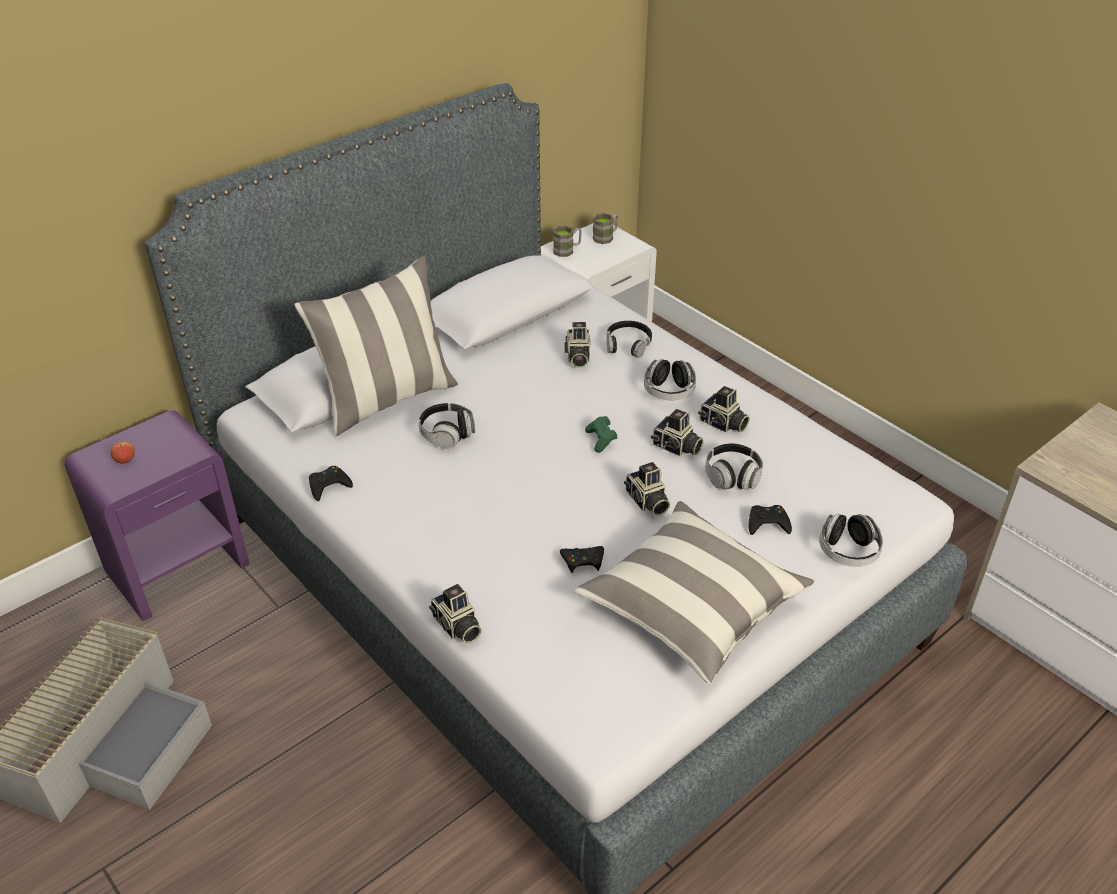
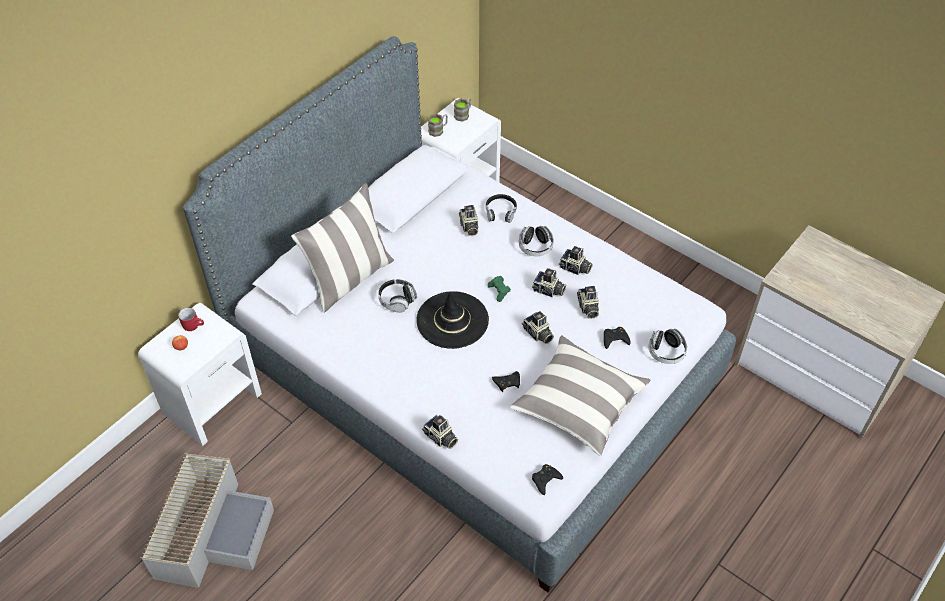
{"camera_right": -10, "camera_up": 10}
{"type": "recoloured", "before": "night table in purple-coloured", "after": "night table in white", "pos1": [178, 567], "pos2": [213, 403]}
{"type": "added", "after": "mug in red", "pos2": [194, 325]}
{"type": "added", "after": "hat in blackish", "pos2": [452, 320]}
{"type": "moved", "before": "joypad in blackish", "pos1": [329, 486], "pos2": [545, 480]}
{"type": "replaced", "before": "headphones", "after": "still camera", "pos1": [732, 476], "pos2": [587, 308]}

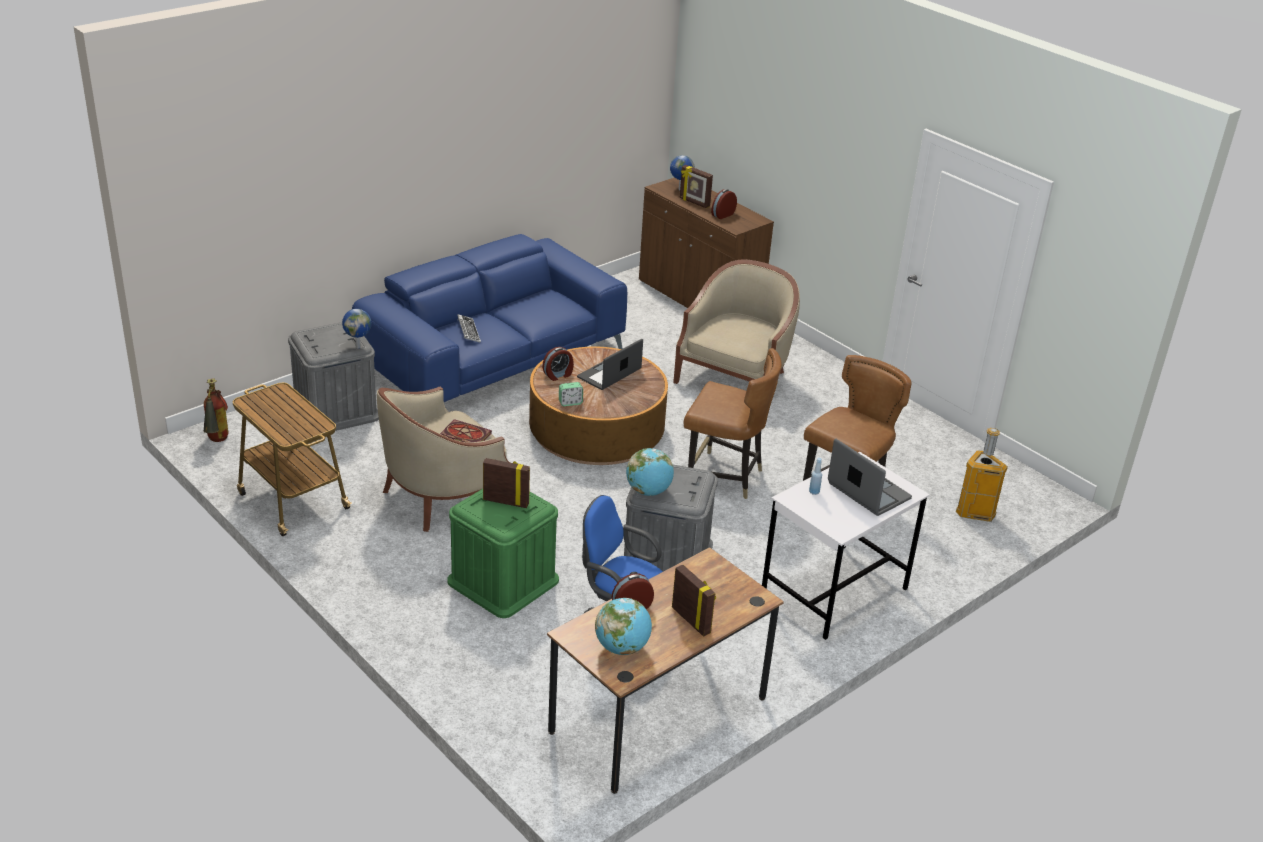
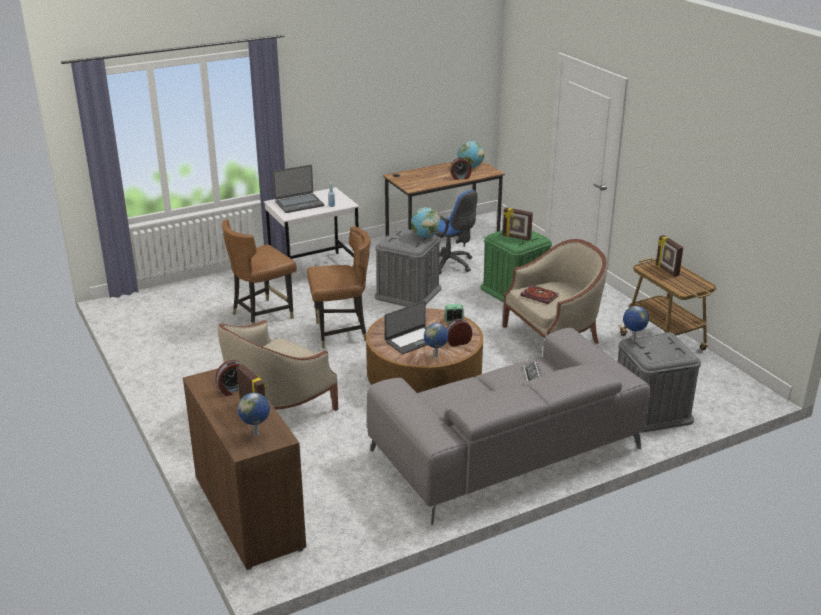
{"camera_right": -165, "camera_up": -5}
{"type": "turned", "before": "laptop", "pos1": [868, 492], "pos2": [299, 204], "turn": -90}
{"type": "turned", "before": "upright chair in brown", "pos1": [724, 477], "pos2": [341, 333], "turn": 135}
{"type": "recoloured", "before": "settee in bluish", "after": "settee in greyish", "pos1": [492, 359], "pos2": [505, 450]}
{"type": "added", "after": "world globe", "pos2": [436, 356]}
{"type": "moved", "before": "picture frame", "pos1": [691, 620], "pos2": [666, 270]}
{"type": "removed", "before": "extinguisher", "pos1": [217, 442]}
{"type": "removed", "before": "waste bin", "pos1": [975, 513]}

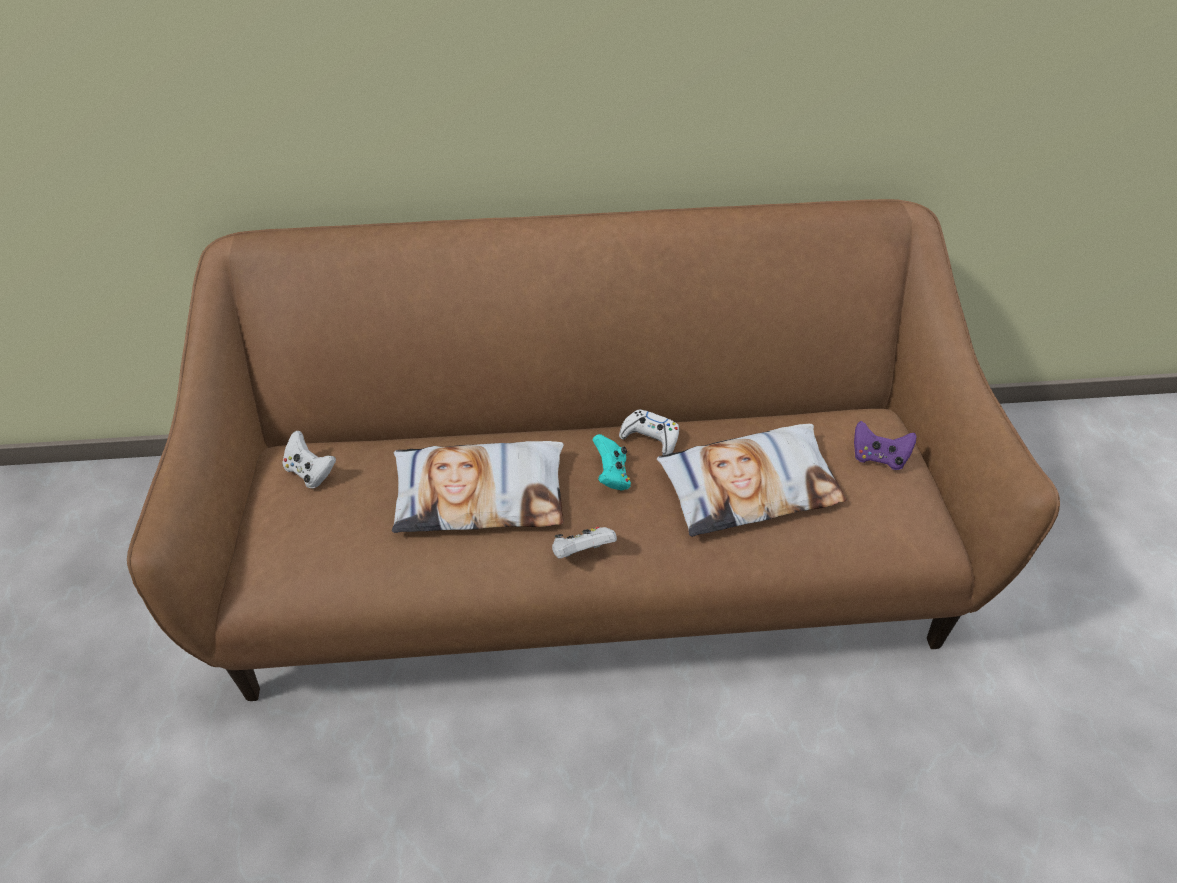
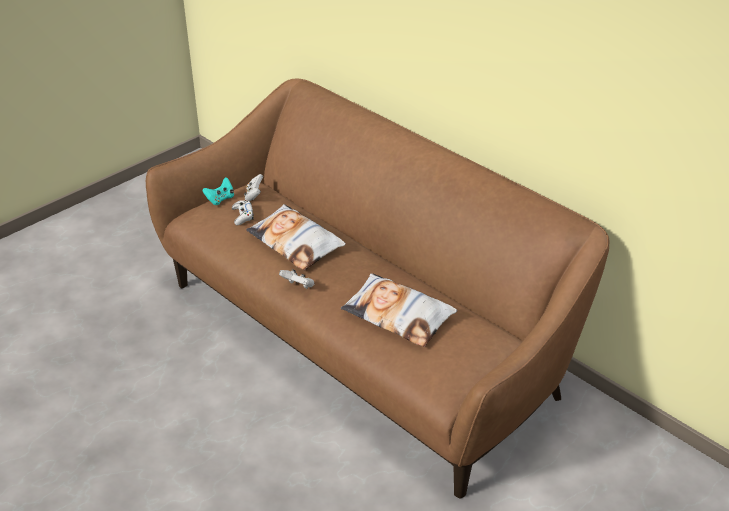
{"camera_right": 50, "camera_up": -10}
{"type": "moved", "before": "joypad in turquoise", "pos1": [612, 475], "pos2": [220, 199]}
{"type": "moved", "before": "joypad in white", "pos1": [650, 437], "pos2": [243, 216]}
{"type": "removed", "before": "joypad in purple-coloured", "pos1": [878, 457]}

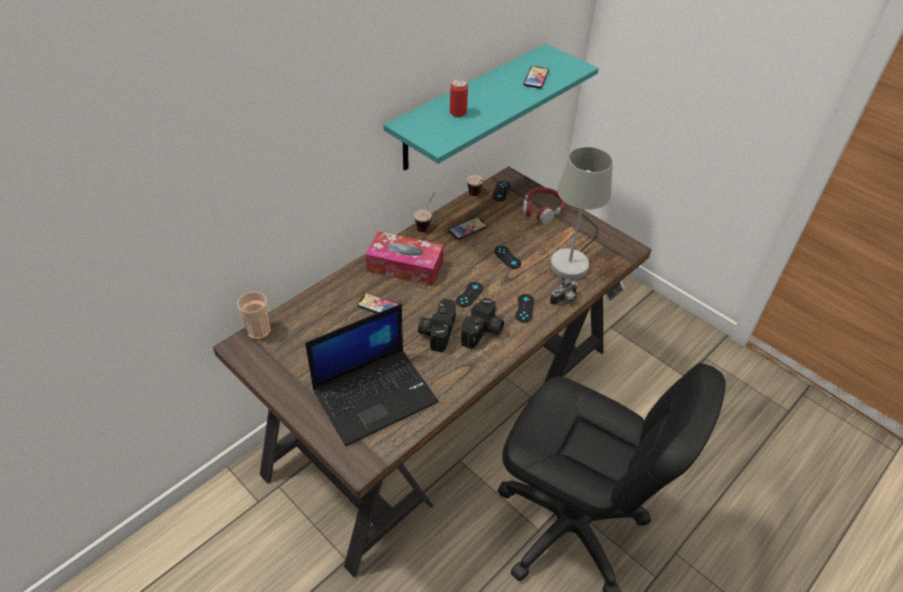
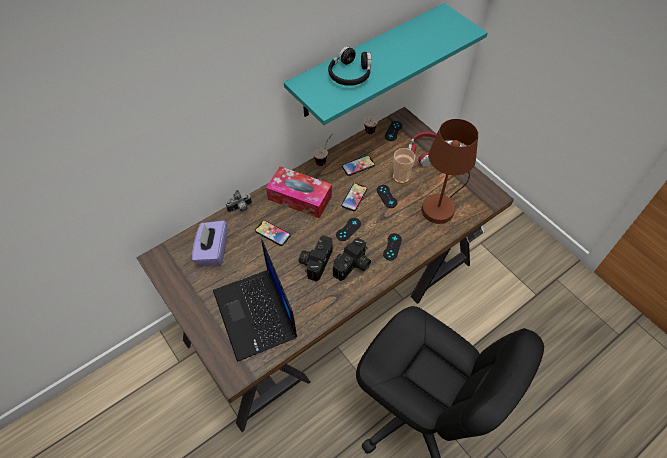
{"camera_right": 10, "camera_up": 10}
{"type": "added", "after": "tissue box in purple-coloured", "pos2": [212, 251]}
{"type": "turned", "before": "laptop", "pos1": [375, 394], "pos2": [256, 314], "turn": 90}
{"type": "moved", "before": "still camera", "pos1": [564, 300], "pos2": [240, 208]}
{"type": "replaced", "before": "metal can", "after": "headphones in blackish", "pos1": [458, 112], "pos2": [350, 74]}
{"type": "moved", "before": "phone", "pos1": [536, 78], "pos2": [354, 197]}
{"type": "moved", "before": "small cup", "pos1": [259, 331], "pos2": [401, 177]}
{"type": "recoloured", "before": "tabletop lamp in greyish", "after": "tabletop lamp in brown", "pos1": [572, 259], "pos2": [442, 203]}

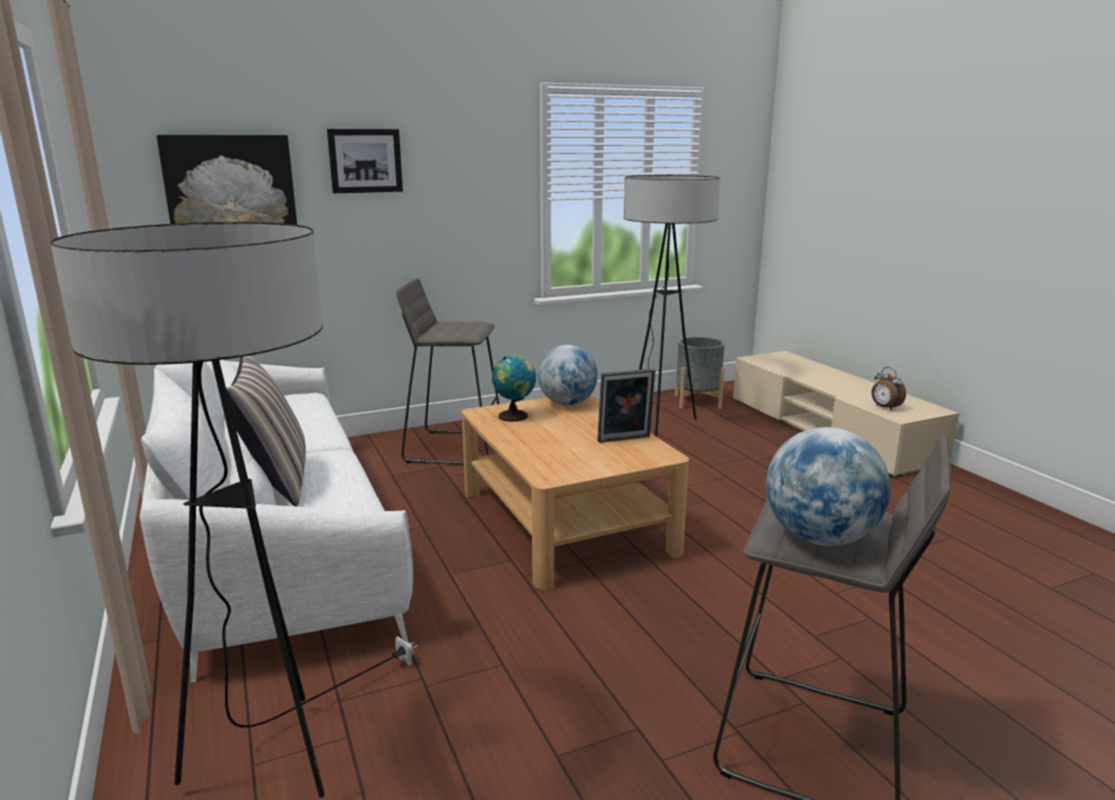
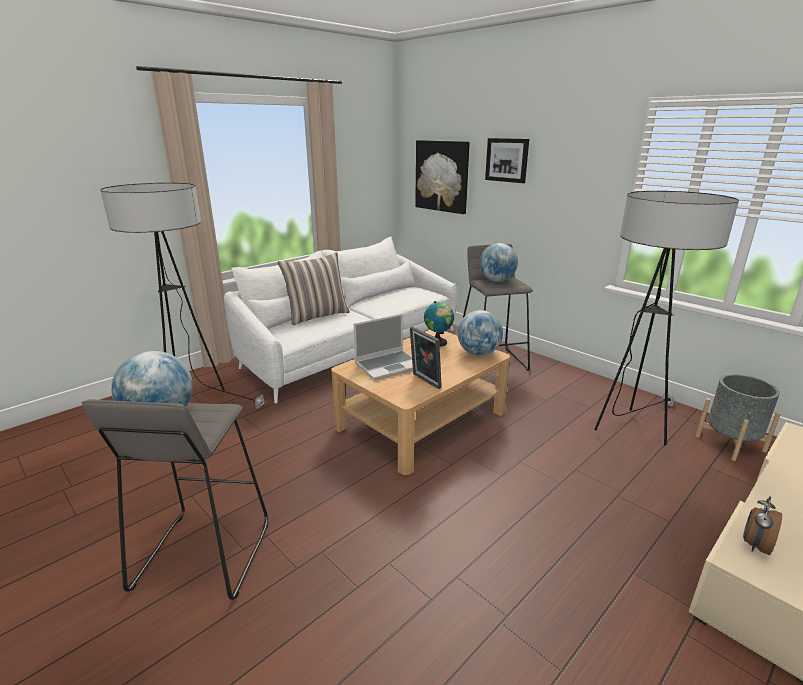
{"camera_right": 70, "camera_up": 5}
{"type": "added", "after": "laptop", "pos2": [388, 365]}
{"type": "added", "after": "world globe", "pos2": [496, 281]}

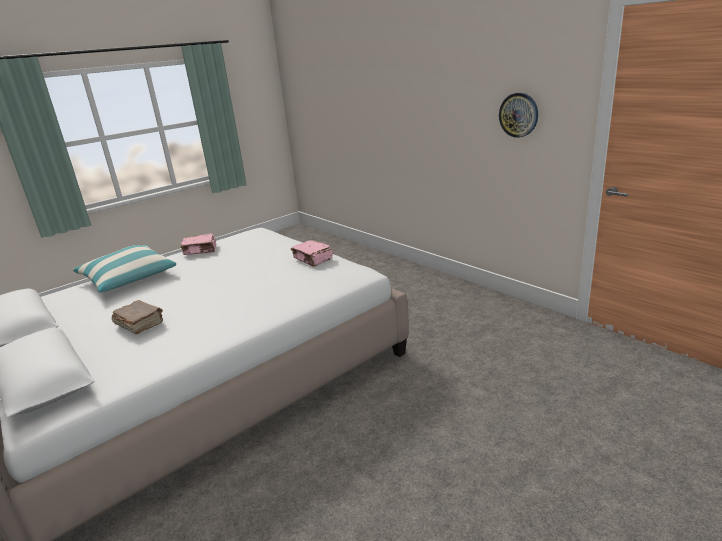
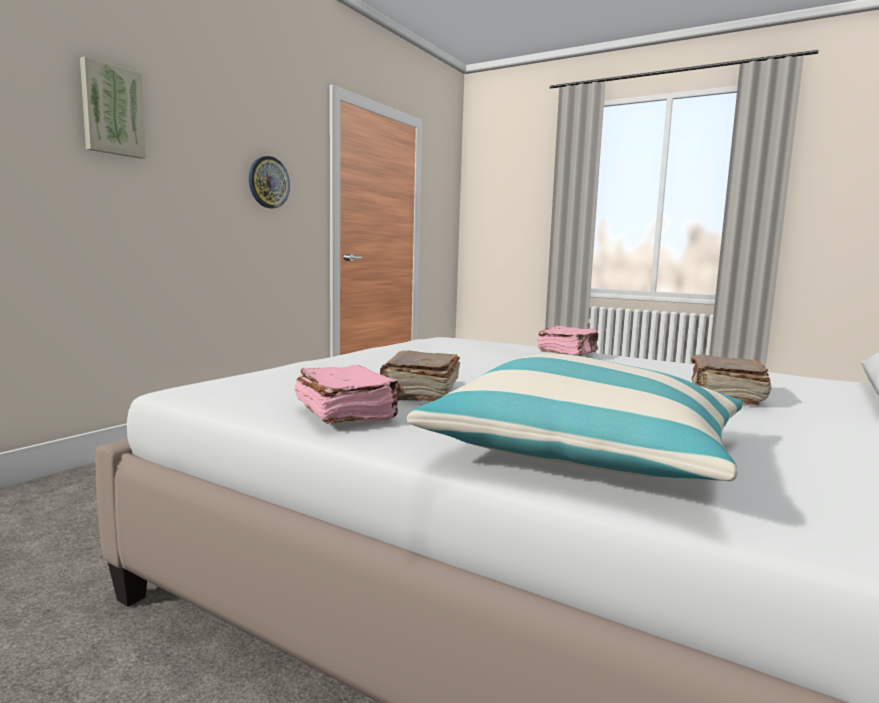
{"camera_right": -110, "camera_up": -15}
{"type": "added", "after": "picture", "pos2": [112, 110]}
{"type": "added", "after": "volume in brown", "pos2": [419, 392]}
{"type": "moved", "before": "volume in pink-coloured", "pos1": [313, 259], "pos2": [568, 353]}

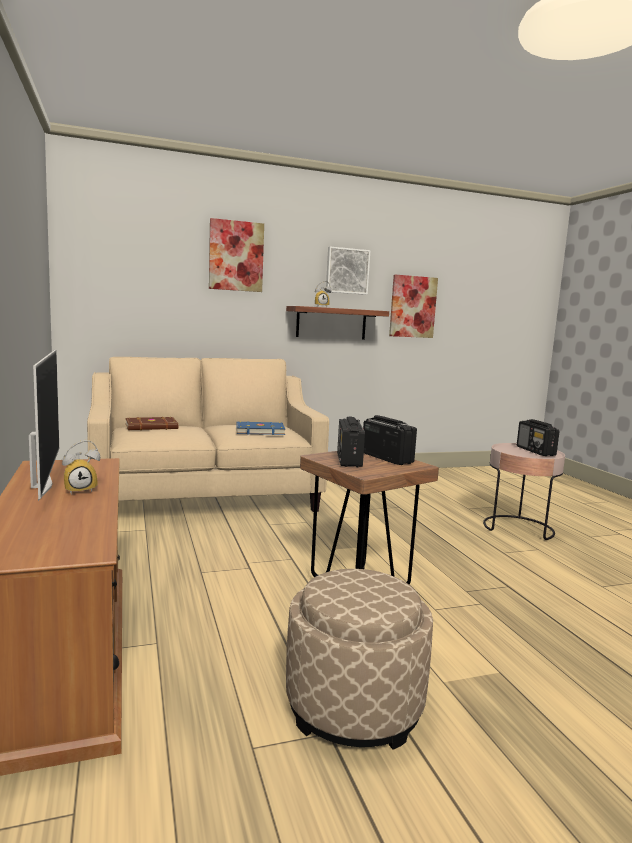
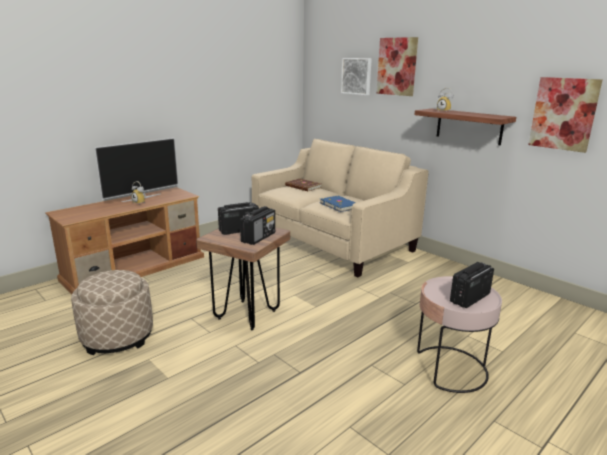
{"camera_right": 65, "camera_up": 10}
{"type": "moved", "before": "picture", "pos1": [347, 271], "pos2": [357, 76]}

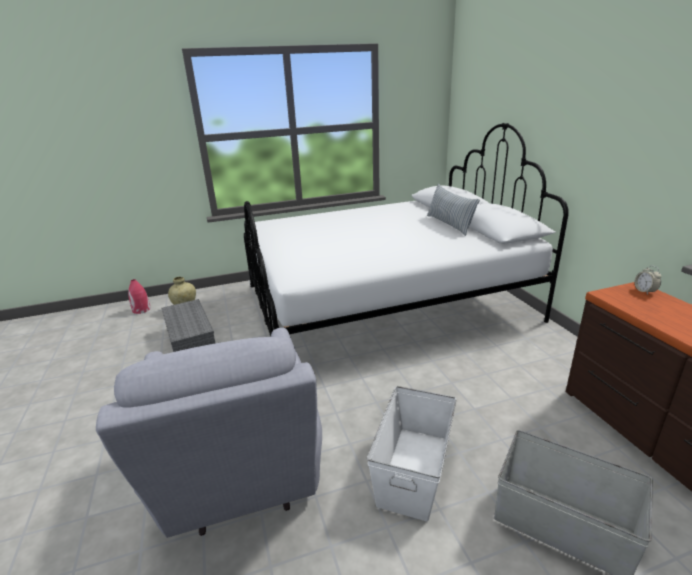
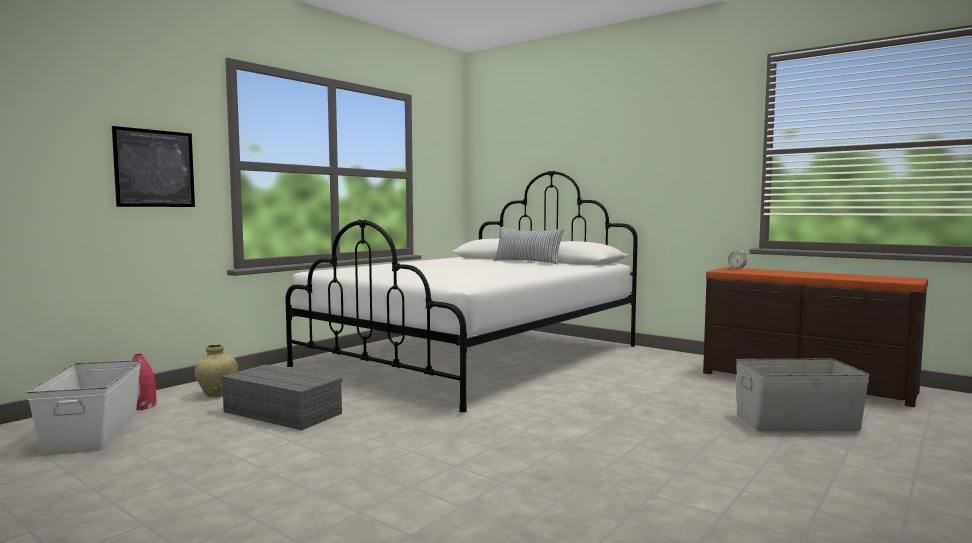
{"camera_right": -35, "camera_up": -20}
{"type": "moved", "before": "storage container in white", "pos1": [412, 470], "pos2": [91, 433]}
{"type": "added", "after": "picture", "pos2": [155, 168]}
{"type": "removed", "before": "lounge chair in greyish", "pos1": [240, 477]}

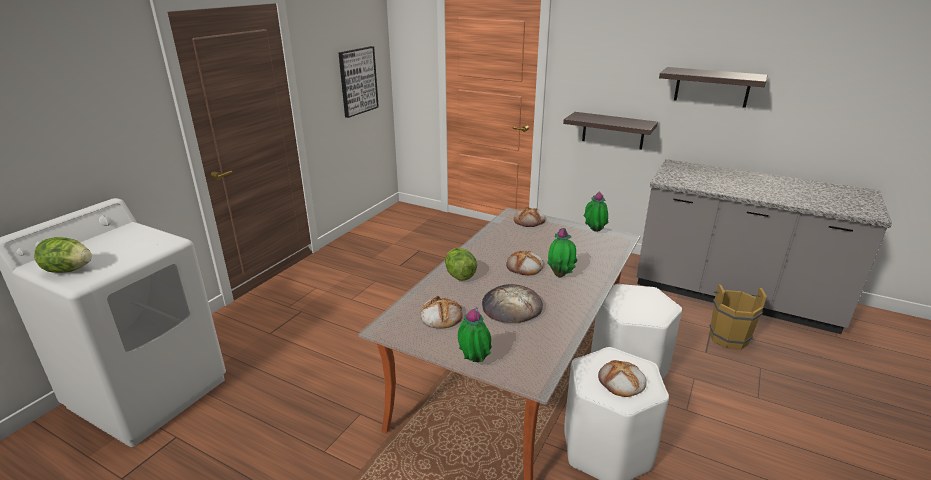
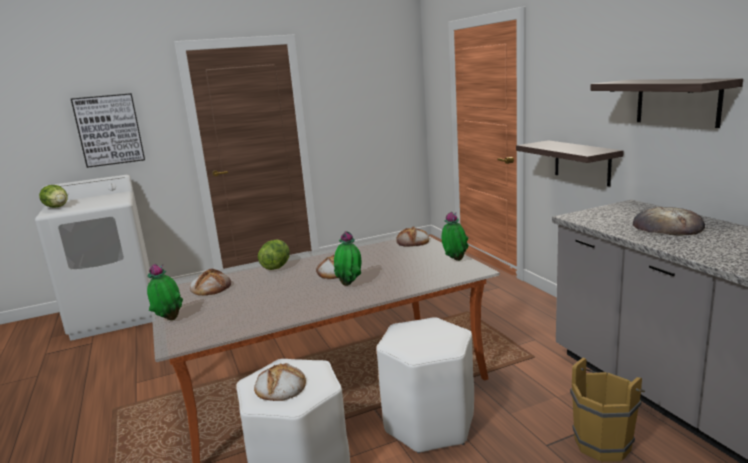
{"camera_right": 40, "camera_up": -10}
{"type": "moved", "before": "picture", "pos1": [358, 81], "pos2": [109, 130]}
{"type": "moved", "before": "bread", "pos1": [511, 307], "pos2": [667, 227]}

